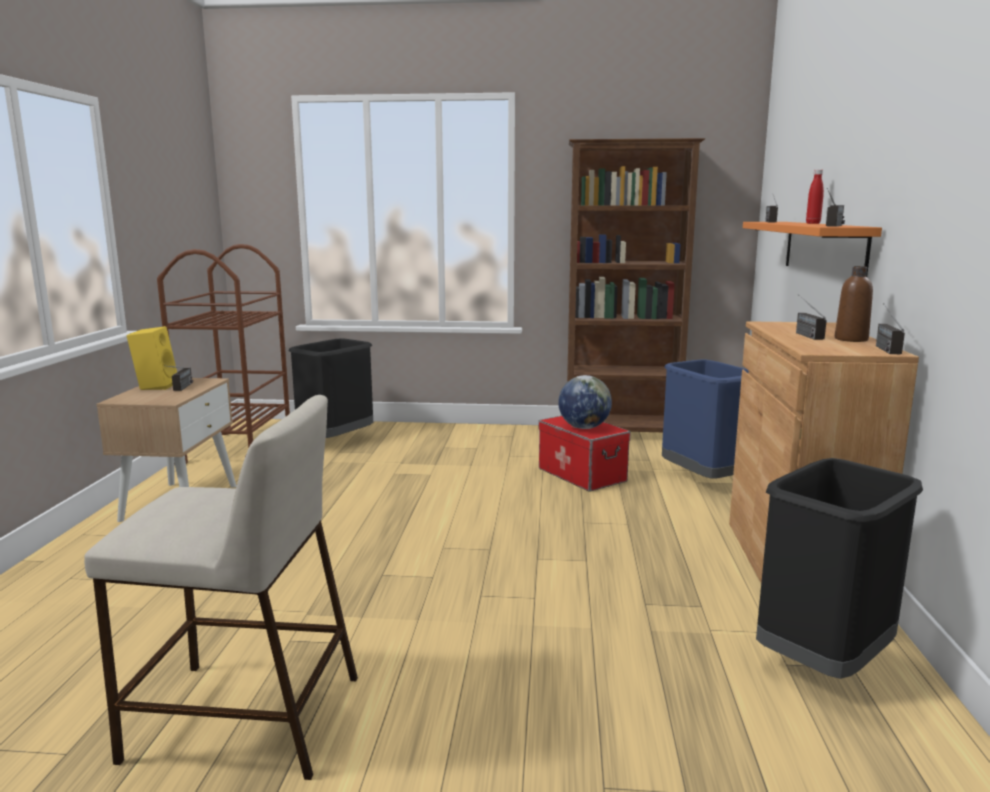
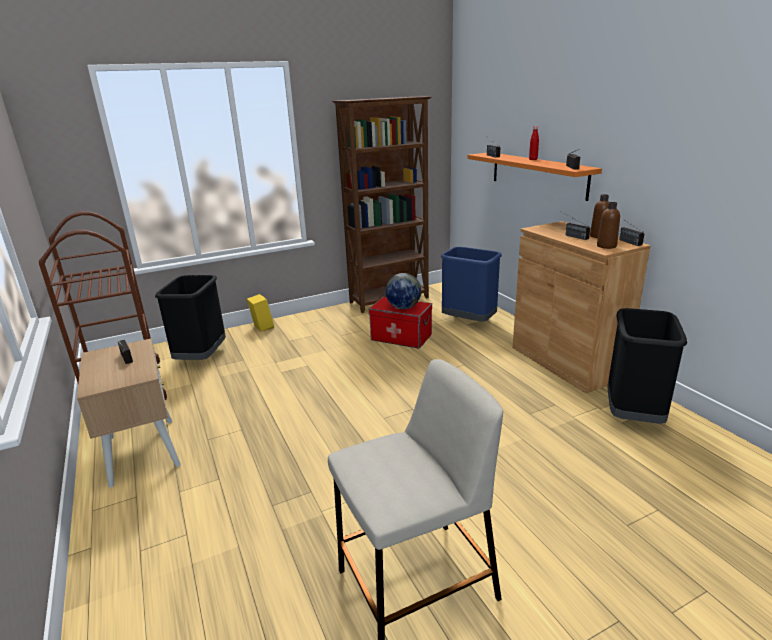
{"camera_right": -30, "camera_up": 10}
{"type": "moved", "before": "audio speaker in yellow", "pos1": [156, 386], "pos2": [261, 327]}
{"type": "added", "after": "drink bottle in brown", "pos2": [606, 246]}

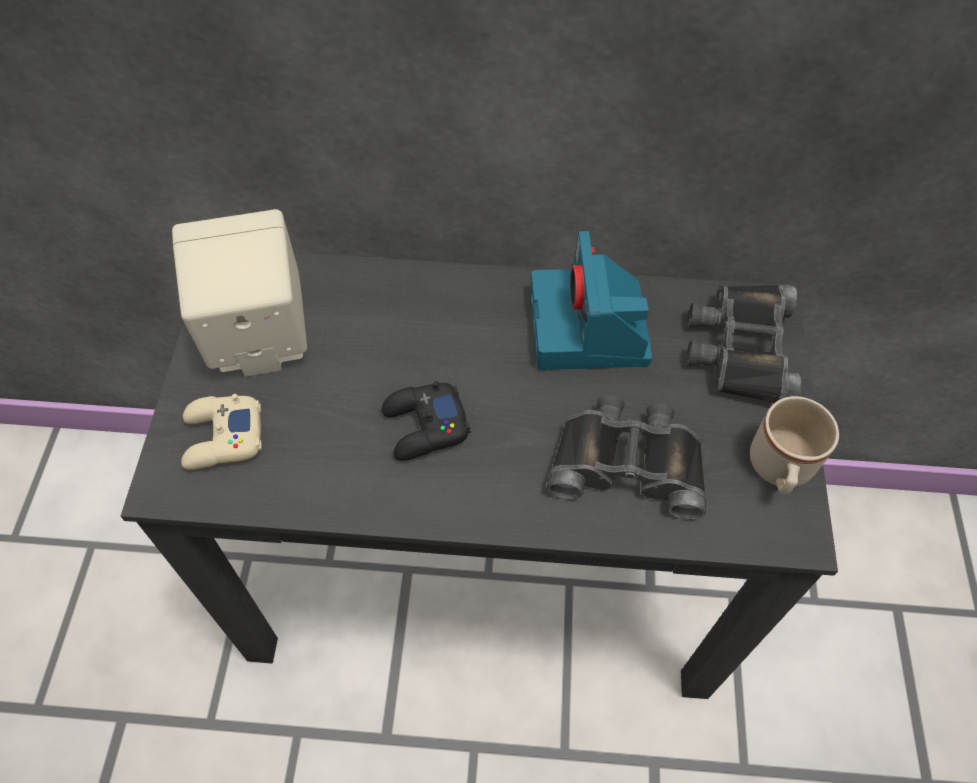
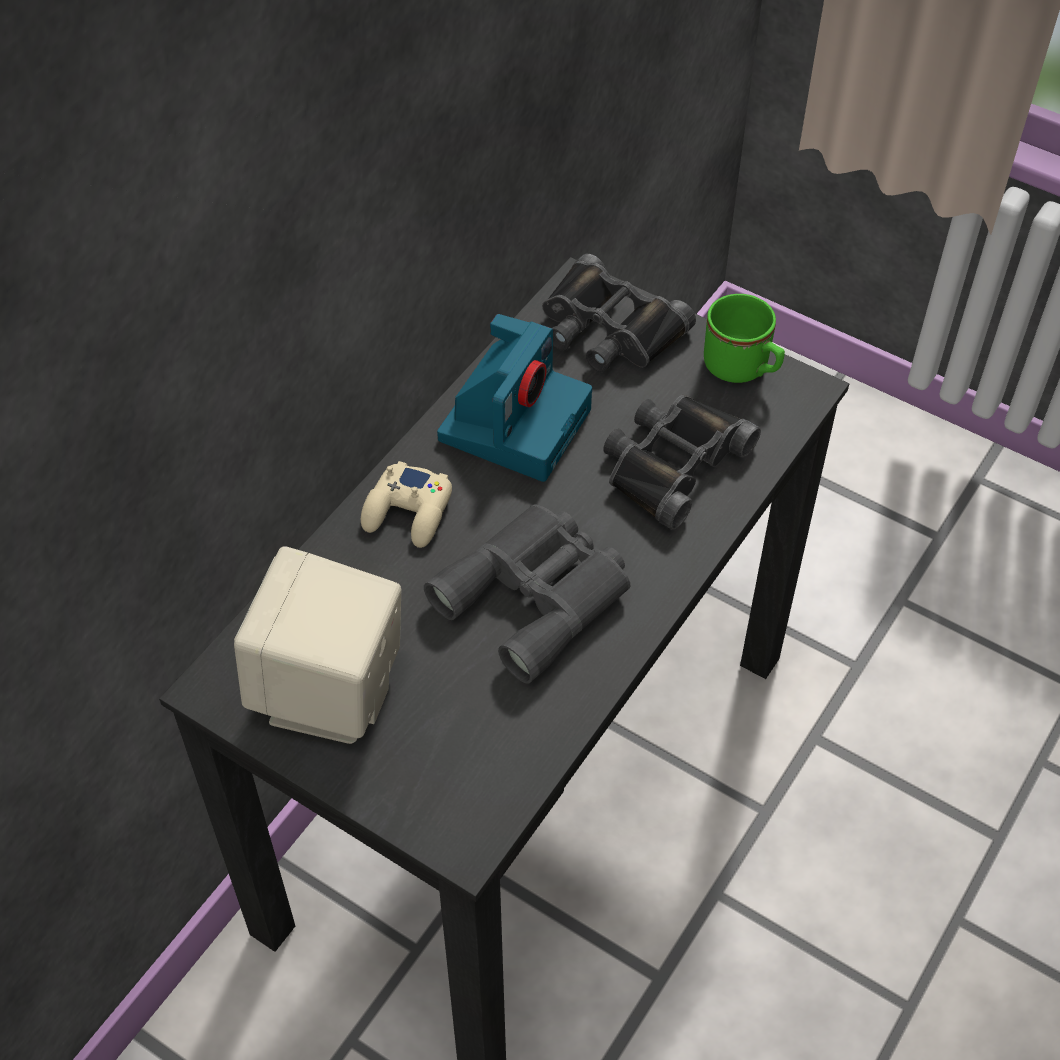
{"camera_right": -60, "camera_up": -5}
{"type": "moved", "before": "joypad in beige", "pos1": [222, 438], "pos2": [408, 512]}
{"type": "replaced", "before": "joypad in blackish", "after": "binoculars in greyish", "pos1": [425, 427], "pos2": [538, 595]}
{"type": "turned", "before": "still camera", "pos1": [590, 330], "pos2": [515, 421], "turn": -90}
{"type": "recoloured", "before": "mug in beige", "after": "mug in greenish", "pos1": [779, 470], "pos2": [742, 369]}

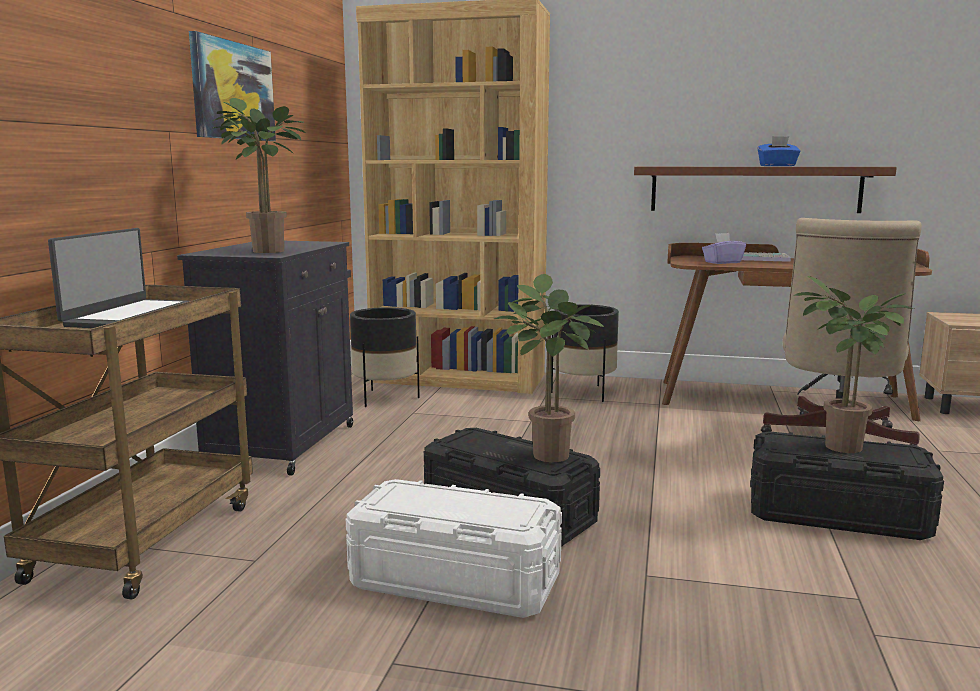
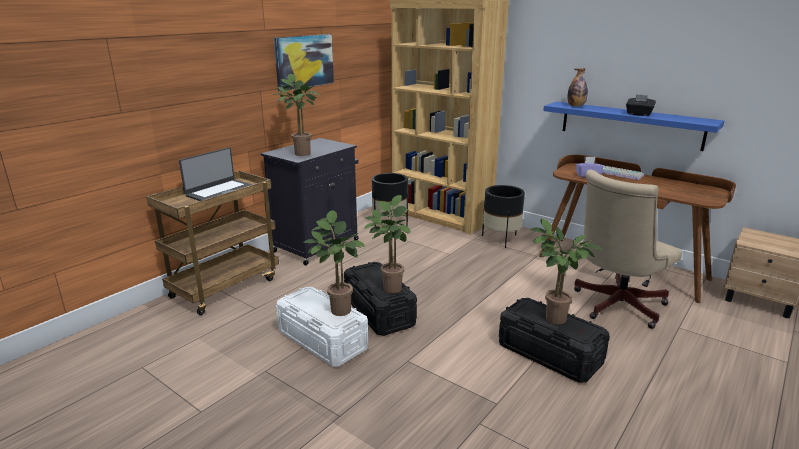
{"camera_right": 25, "camera_up": 10}
{"type": "added", "after": "potted plant", "pos2": [337, 310]}
{"type": "recoloured", "before": "shelf in brown", "after": "shelf in bluish", "pos1": [754, 189], "pos2": [630, 125]}
{"type": "added", "after": "drink bottle", "pos2": [576, 106]}
{"type": "recoloured", "before": "tissue box in bluish", "after": "tissue box in blackish", "pos1": [777, 166], "pos2": [638, 114]}

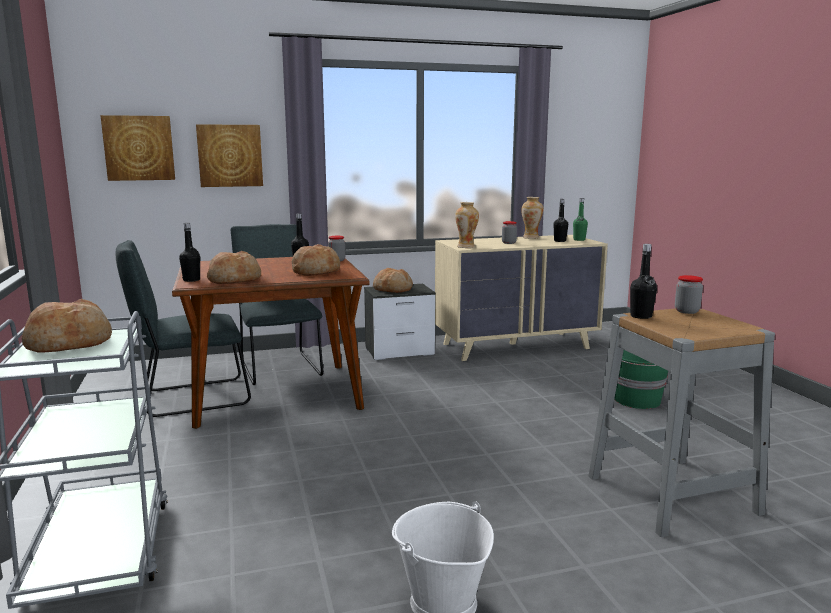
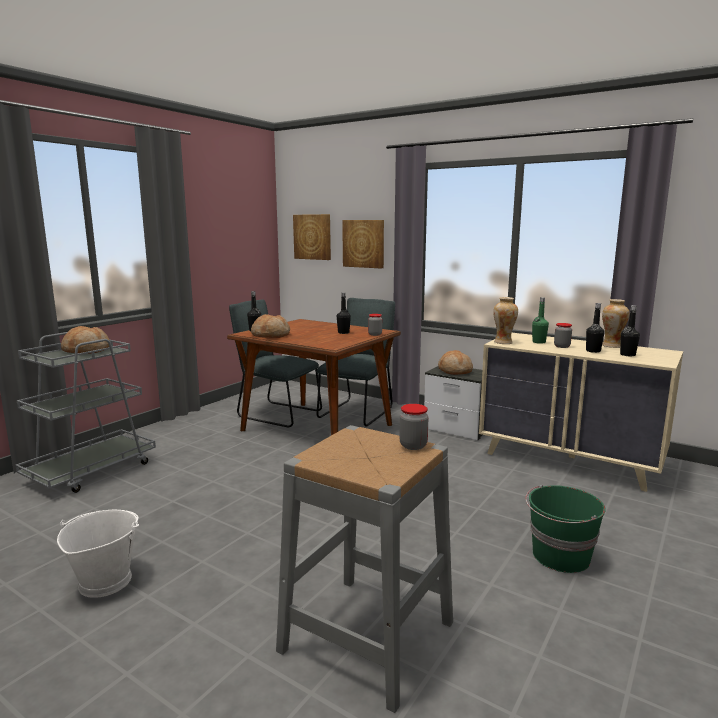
{"camera_right": 50, "camera_up": 0}
{"type": "moved", "before": "drink bottle in greenish", "pos1": [579, 240], "pos2": [539, 342]}
{"type": "moved", "before": "drink bottle in blackish", "pos1": [641, 316], "pos2": [593, 351]}
{"type": "removed", "before": "bread", "pos1": [316, 272]}

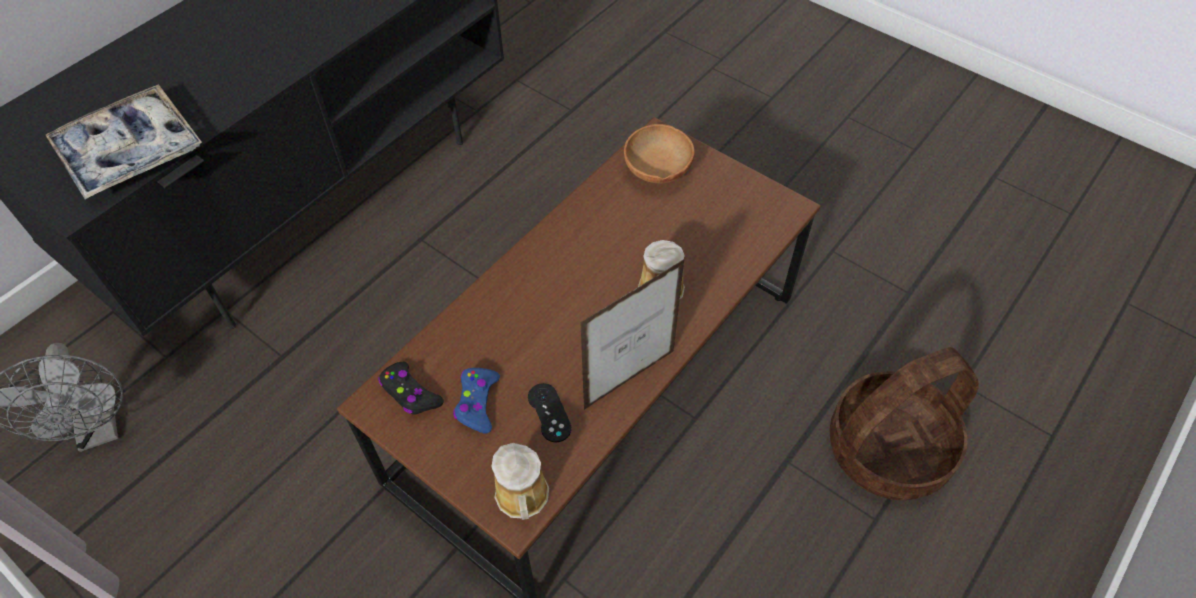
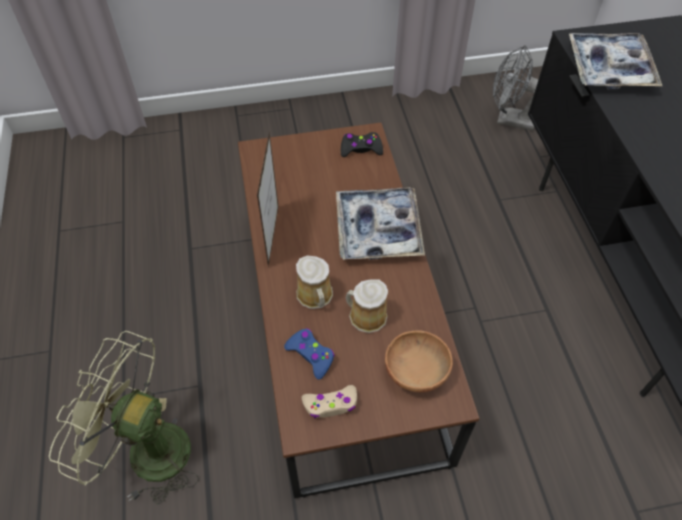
{"camera_right": 130, "camera_up": 0}
{"type": "replaced", "before": "basket", "after": "electric fan in greenish", "pos1": [888, 447], "pos2": [145, 450]}
{"type": "moved", "before": "joypad in bluish", "pos1": [477, 403], "pos2": [311, 355]}
{"type": "added", "after": "joypad in beige", "pos2": [331, 404]}
{"type": "added", "after": "carrying tray", "pos2": [378, 229]}
{"type": "moved", "before": "mug", "pos1": [522, 498], "pos2": [365, 316]}
{"type": "removed", "before": "joypad in blackish", "pos1": [549, 412]}

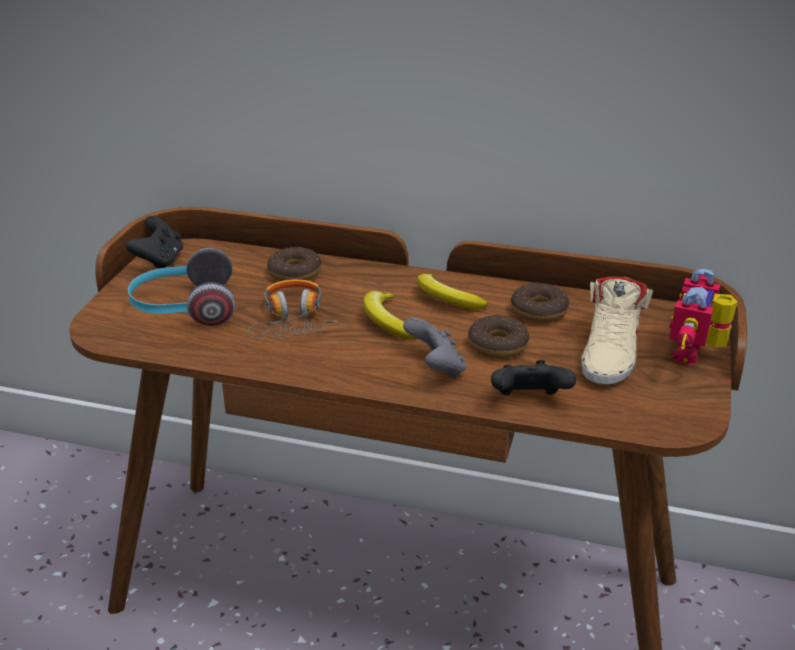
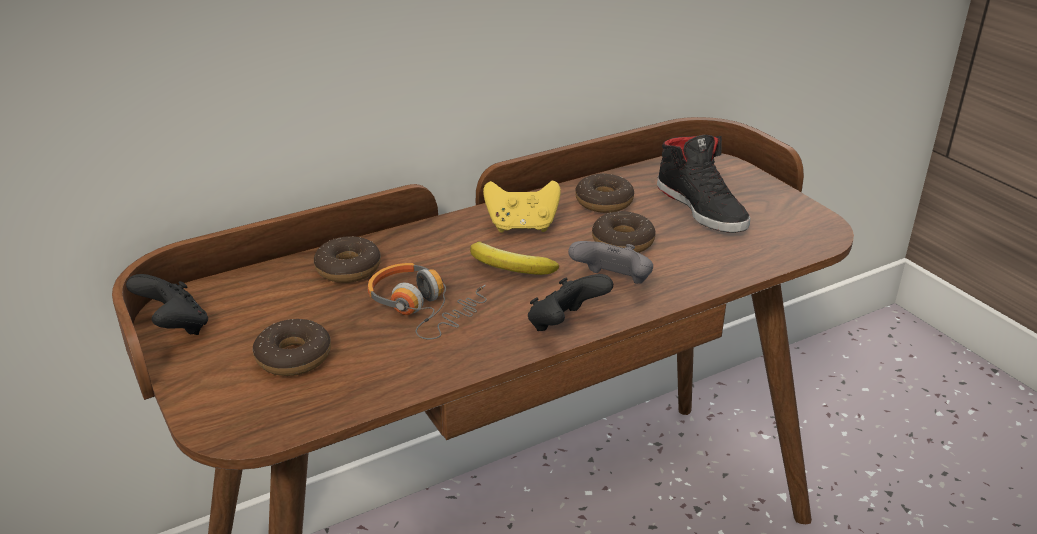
{"camera_right": -45, "camera_up": 0}
{"type": "replaced", "before": "headphones", "after": "ring doughnut", "pos1": [184, 308], "pos2": [294, 357]}
{"type": "replaced", "before": "banana fruit", "after": "joypad in yellow", "pos1": [446, 299], "pos2": [522, 226]}
{"type": "moved", "before": "joypad in blackish", "pos1": [529, 401], "pos2": [565, 325]}
{"type": "recoloured", "before": "item of footwear in beige", "after": "item of footwear in blackish", "pos1": [611, 352], "pos2": [702, 207]}
{"type": "removed", "before": "model robot", "pos1": [696, 354]}

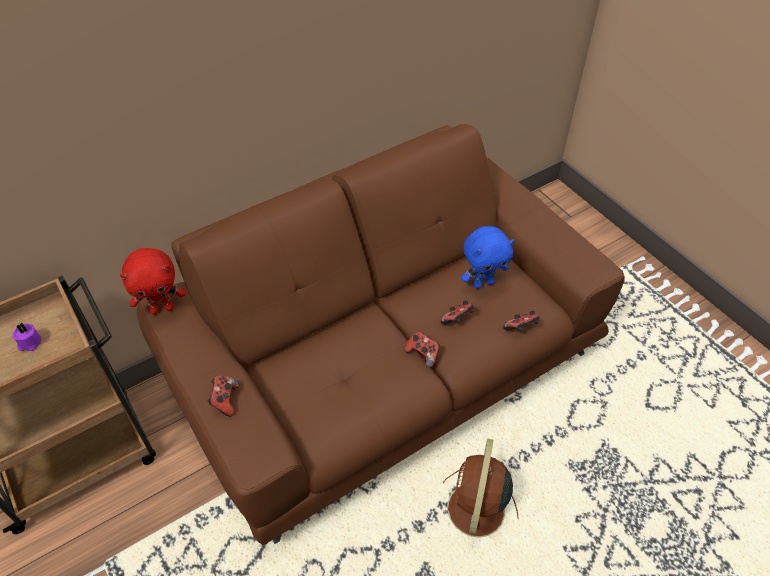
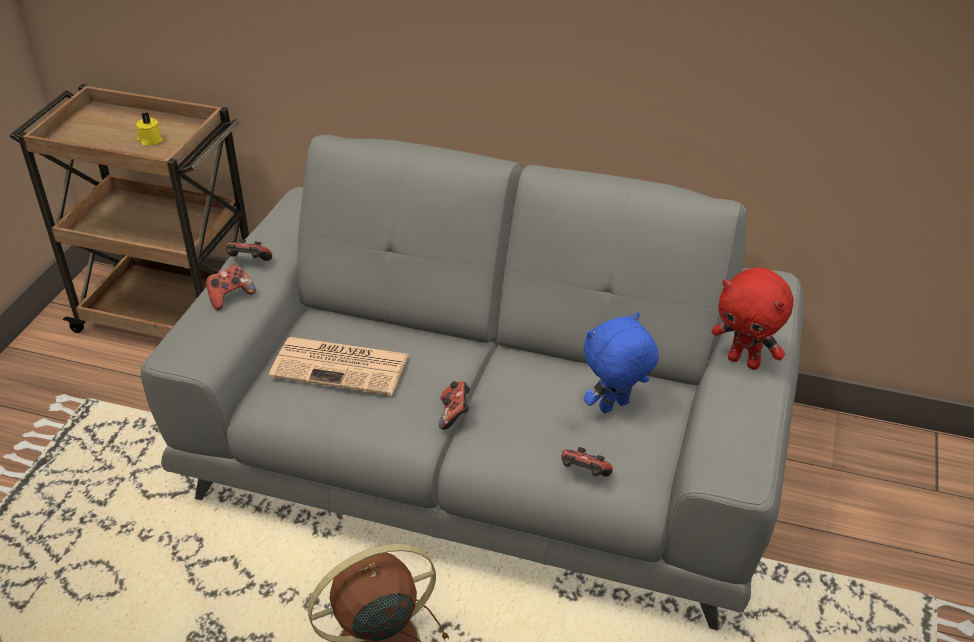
{"camera_right": 50, "camera_up": -10}
{"type": "recoloured", "before": "wax candle in purple-coloured", "after": "wax candle in yellow", "pos1": [29, 343], "pos2": [150, 140]}
{"type": "recoloured", "before": "settee in brown", "after": "settee in greyish", "pos1": [386, 366], "pos2": [488, 454]}
{"type": "moved", "before": "joypad", "pos1": [457, 319], "pos2": [248, 263]}
{"type": "added", "after": "printed paper", "pos2": [342, 366]}
{"type": "turned", "before": "plush toy in bluish", "pos1": [483, 283], "pos2": [614, 407], "turn": 120}
{"type": "moved", "before": "plush toy in red", "pos1": [162, 308], "pos2": [744, 361]}

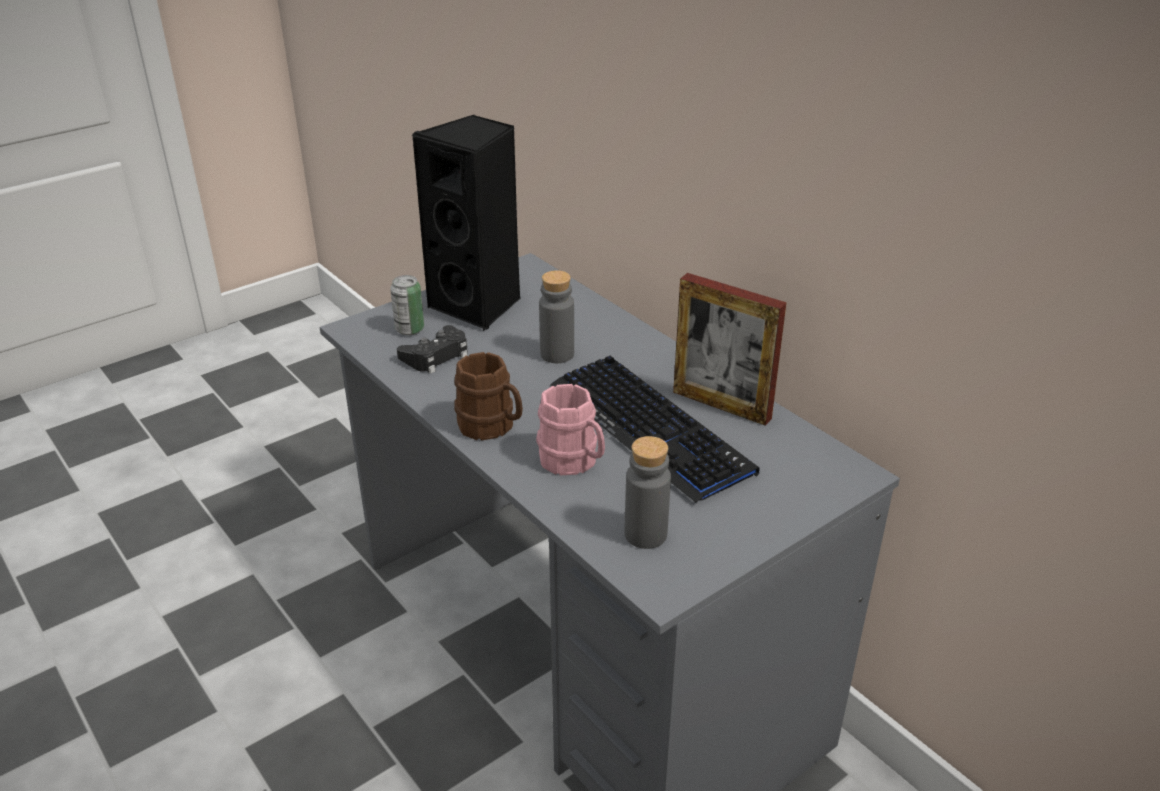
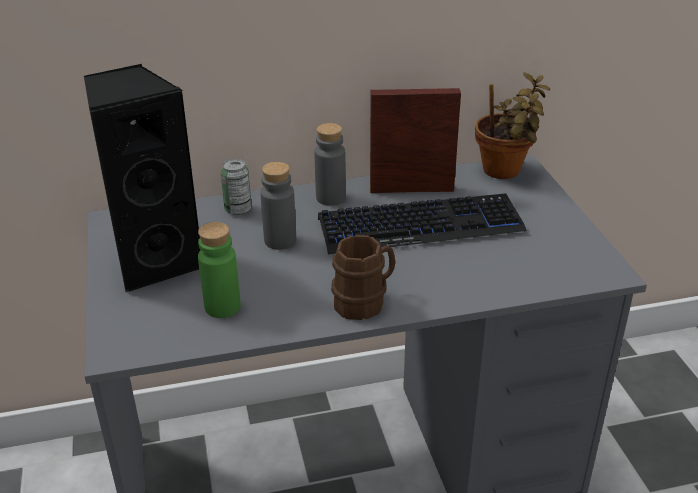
{"camera_right": -65, "camera_up": 0}
{"type": "replaced", "before": "joypad in blackish", "after": "drink bottle in greenish", "pos1": [436, 356], "pos2": [222, 307]}
{"type": "moved", "before": "metal can", "pos1": [409, 329], "pos2": [238, 209]}
{"type": "moved", "before": "drink bottle in greyish", "pos1": [645, 534], "pos2": [331, 198]}
{"type": "turned", "before": "picture frame", "pos1": [721, 405], "pos2": [411, 189], "turn": -150}
{"type": "added", "after": "potted plant", "pos2": [505, 172]}
{"type": "removed", "before": "mug in pink-coloured", "pos1": [573, 462]}

